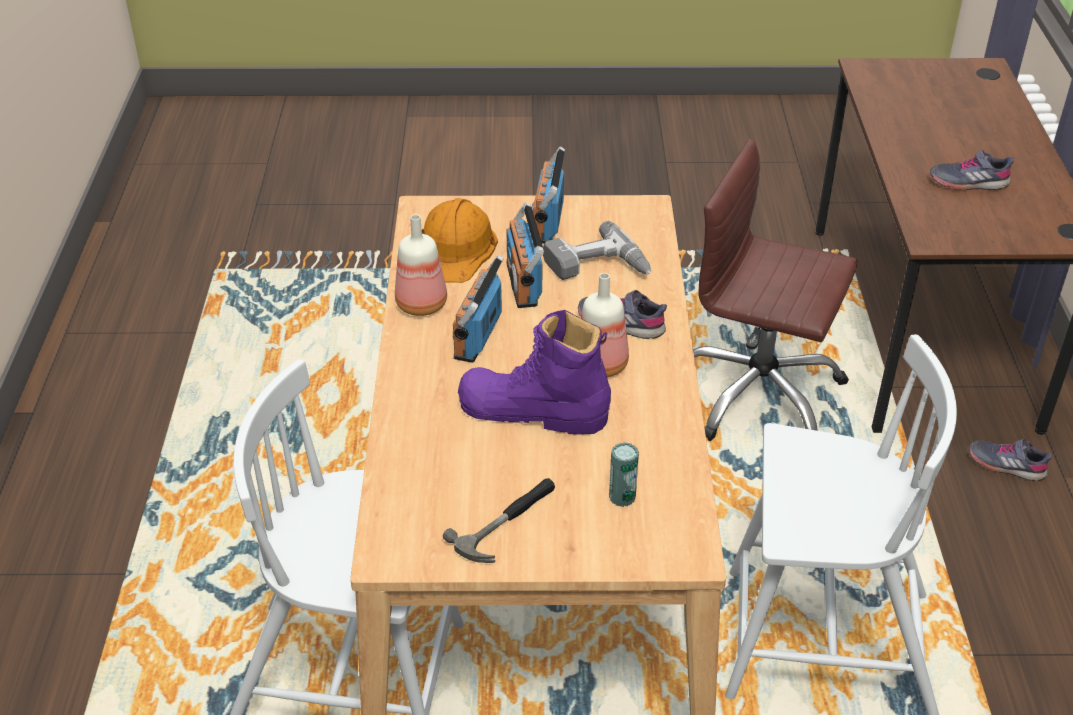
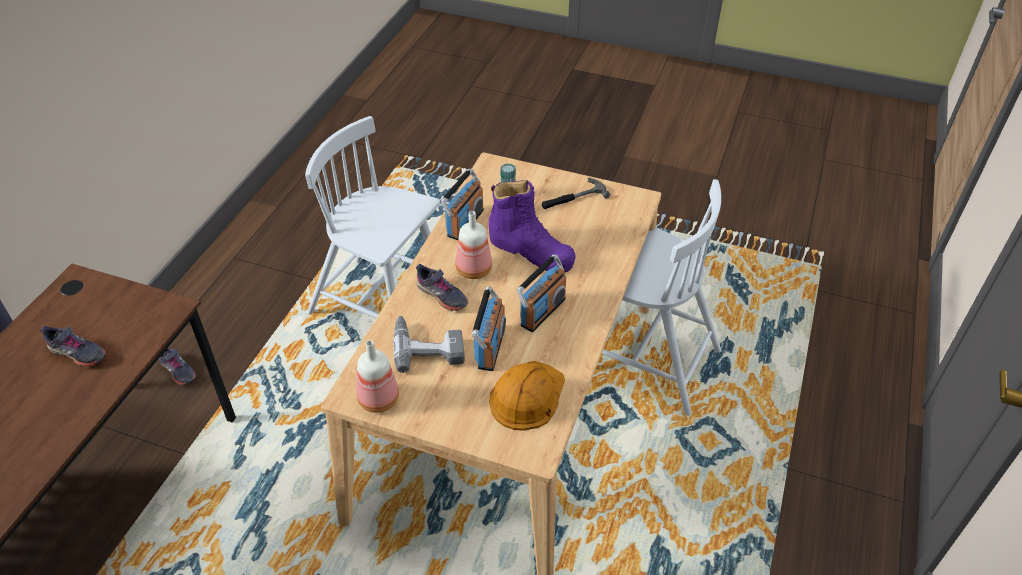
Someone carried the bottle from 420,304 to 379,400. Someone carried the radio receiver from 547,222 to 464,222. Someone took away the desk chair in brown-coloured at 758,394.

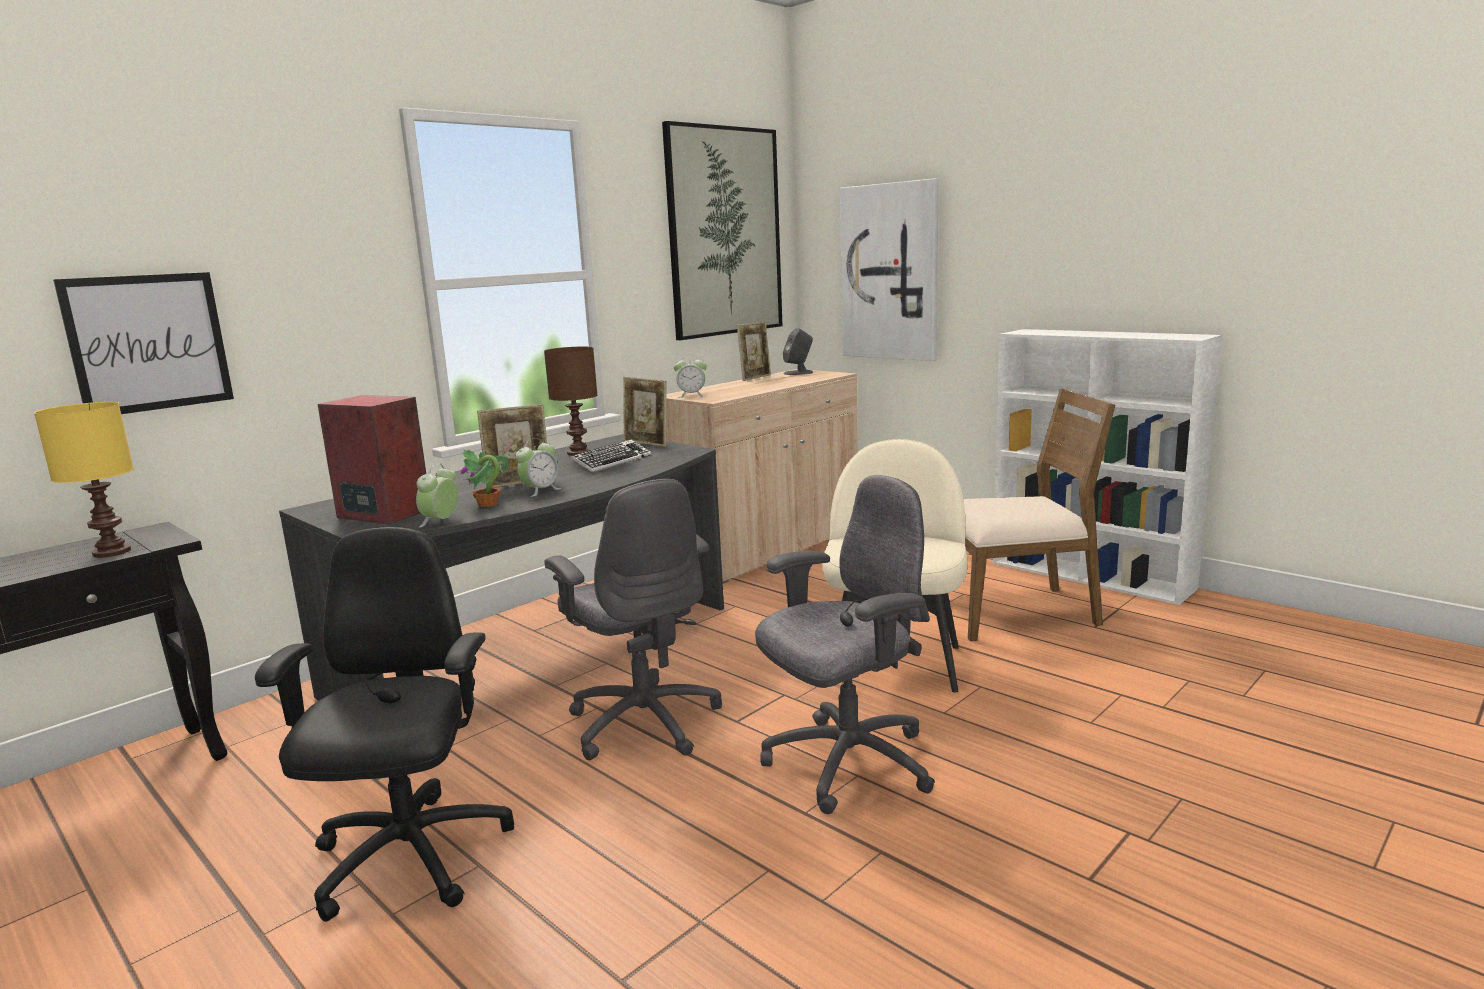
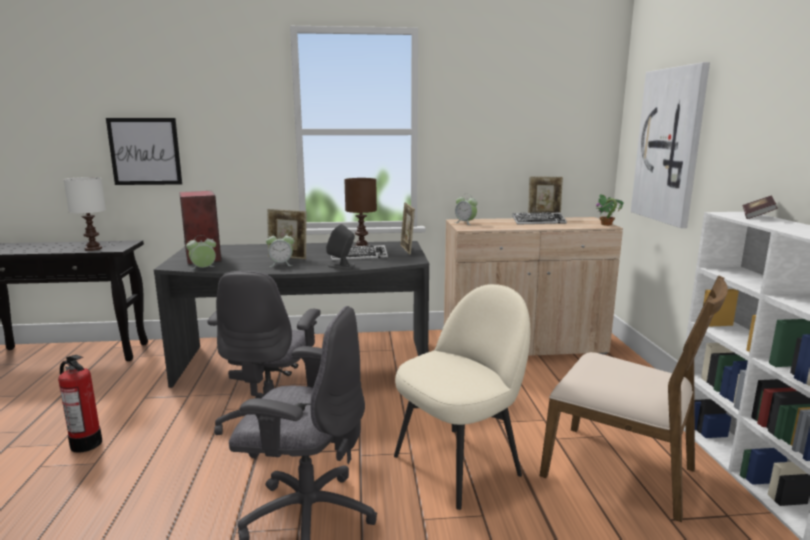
Someone repainted the table lamp in yellowish at 110,552, which became the table lamp in whitish at 93,248. Someone swapped the desk chair in blackish at 409,859 for the fire-fighting cylinder at 86,444. Someone carried the potted plant from 488,504 to 606,224. Someone took away the picture at 724,232. Someone carried the loudspeaker in grey from 798,373 to 341,266. Someone put down the PC keyboard at 538,222. Someone put down the book at 757,216.

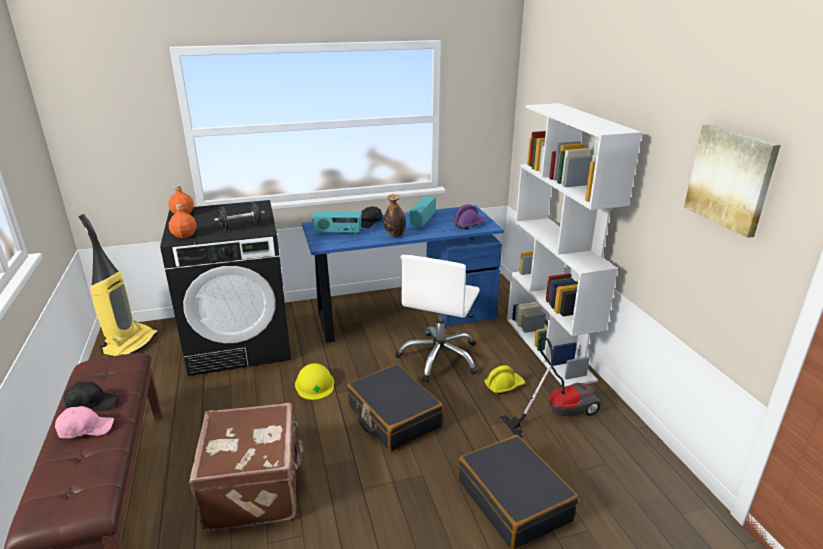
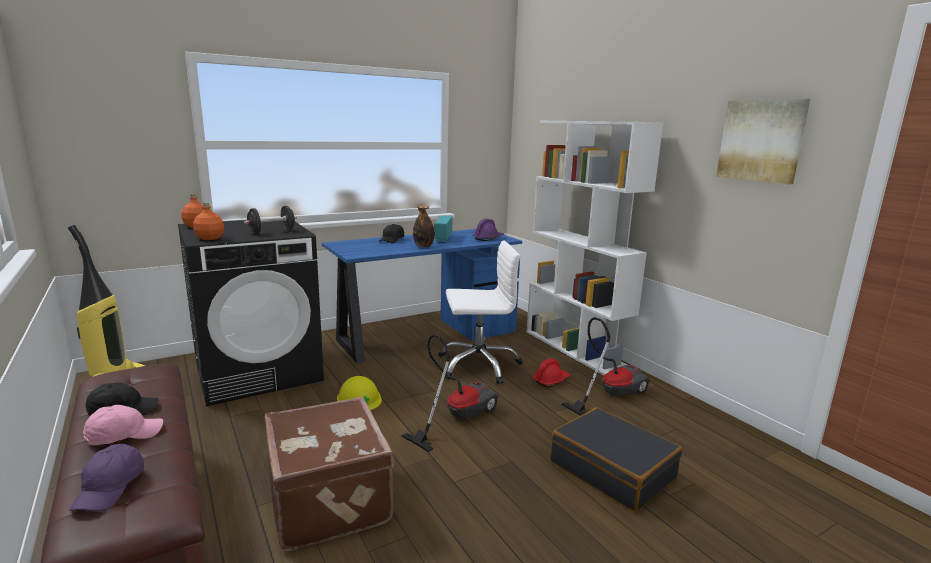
Someone took away the radio receiver at 338,233. Someone swapped the travel case in blackish at 393,417 for the vacuum at 456,416. Someone rotated the desk chair in whitish at 439,358 by 105 degrees counterclockwise. Someone repainted the hard hat in yellowish at 504,386, which became the hard hat in red at 551,380. Someone put down the cap in purple-coloured at 110,488.

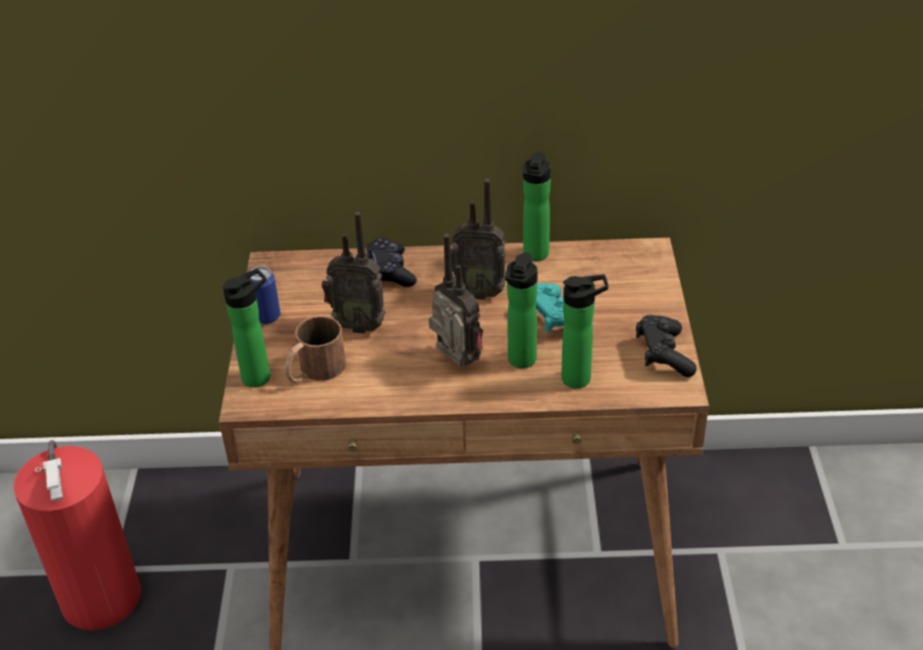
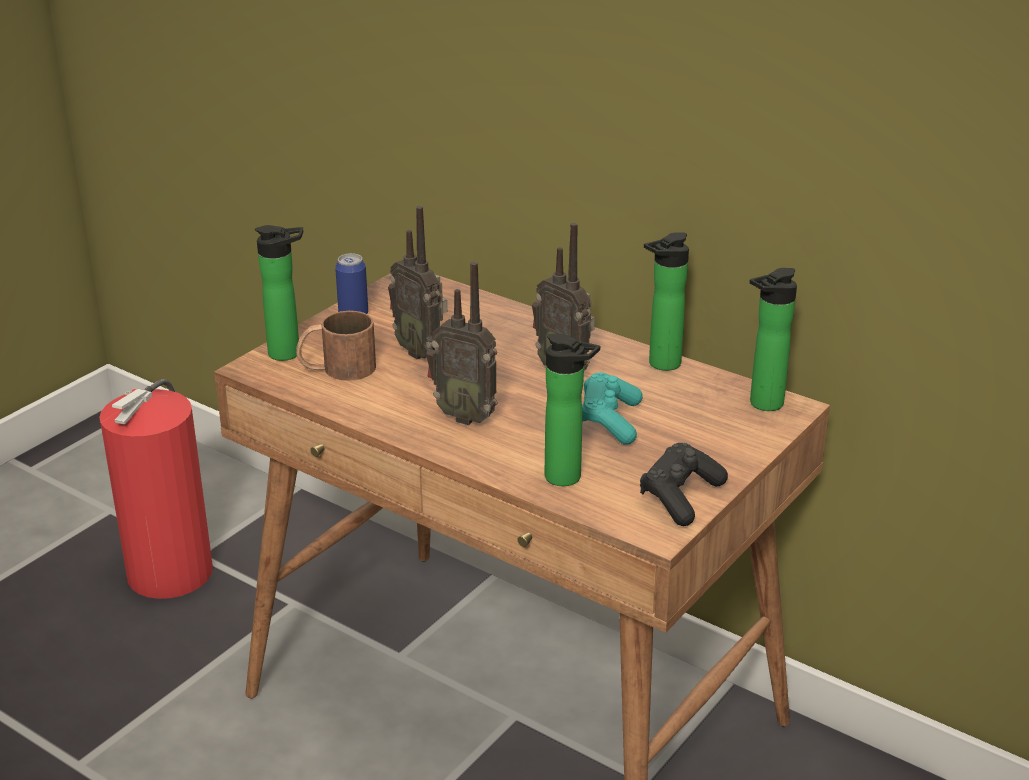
Someone took away the gamepad in blackish at 391,271. Someone rotated the radio receiver at 456,363 by 120 degrees clockwise. Someone carried the bottle from 520,362 to 762,404.

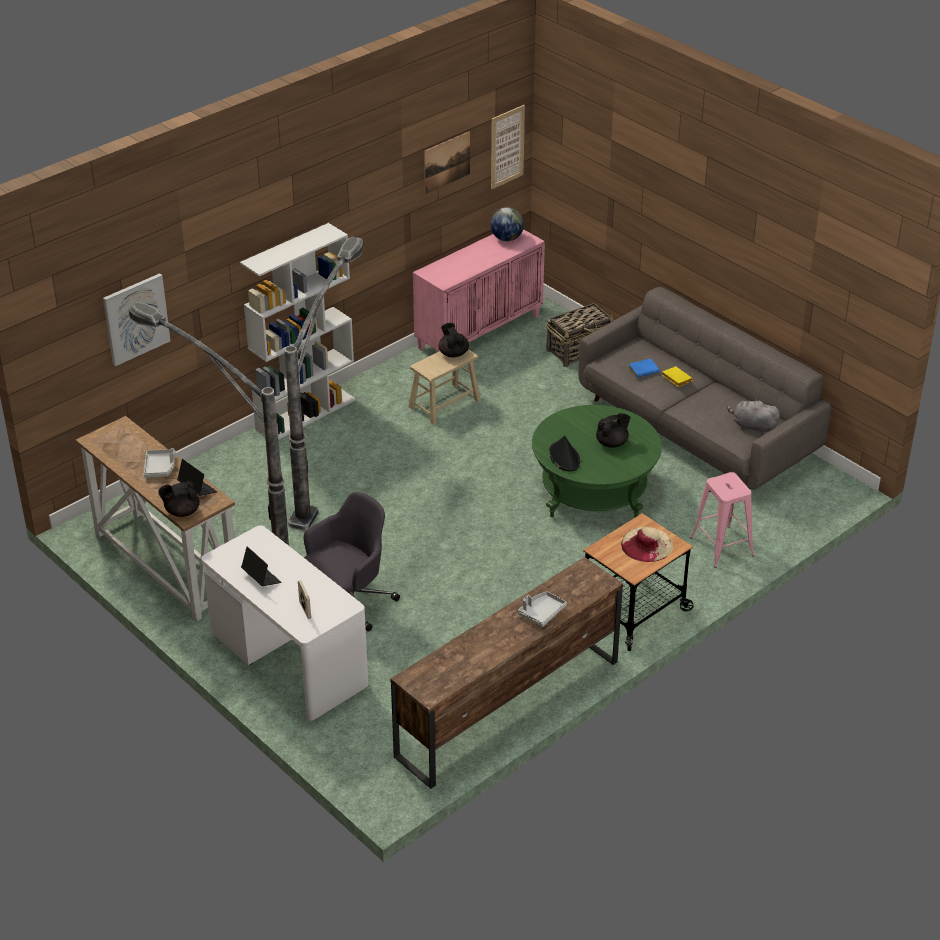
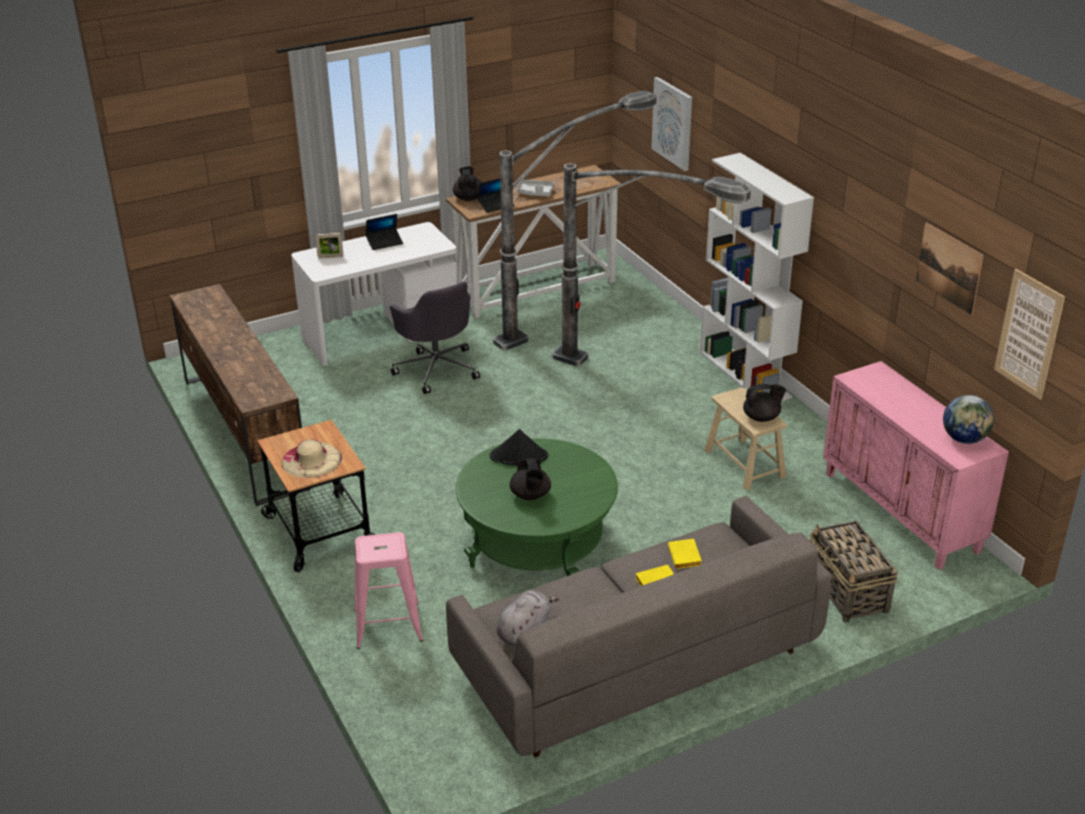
Someone took away the tray in grey at 541,612. Someone repainted the book in bluish at 644,370, which became the book in yellowish at 686,557.

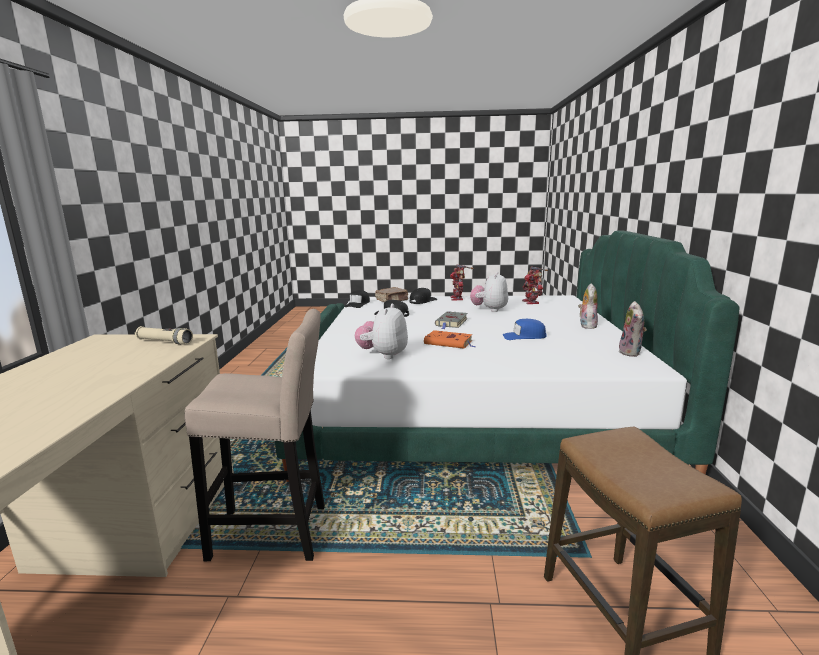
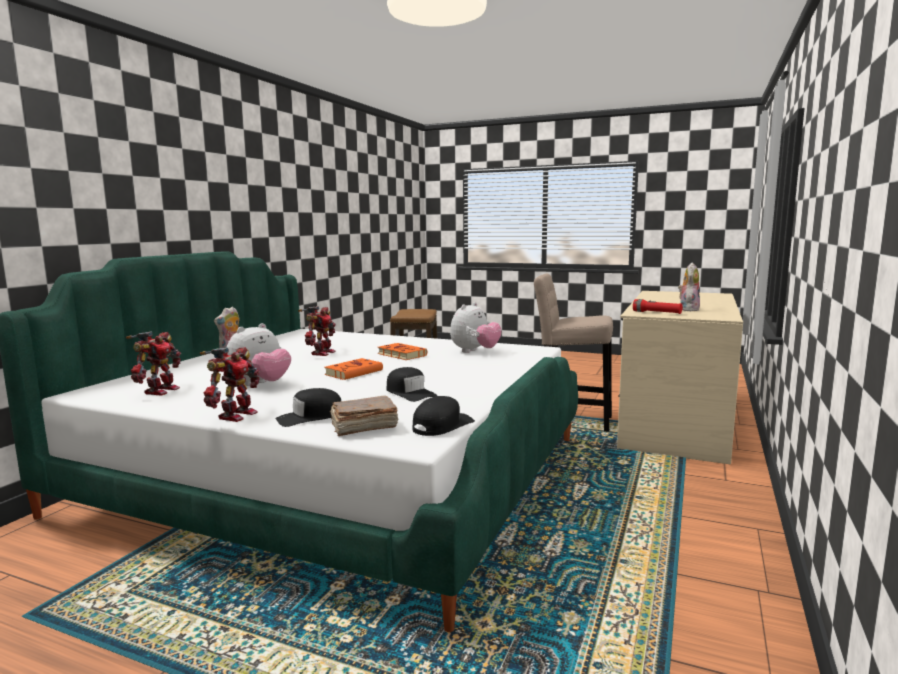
Someone repainted the hand torch in beige at 165,342, which became the hand torch in red at 656,313. Someone repainted the book in grey at 451,322, which became the book in orangey at 355,372. Someone swapped the cap in bluish at 524,336 for the toy robot at 321,353. Someone carried the plush toy from 631,353 to 688,309.

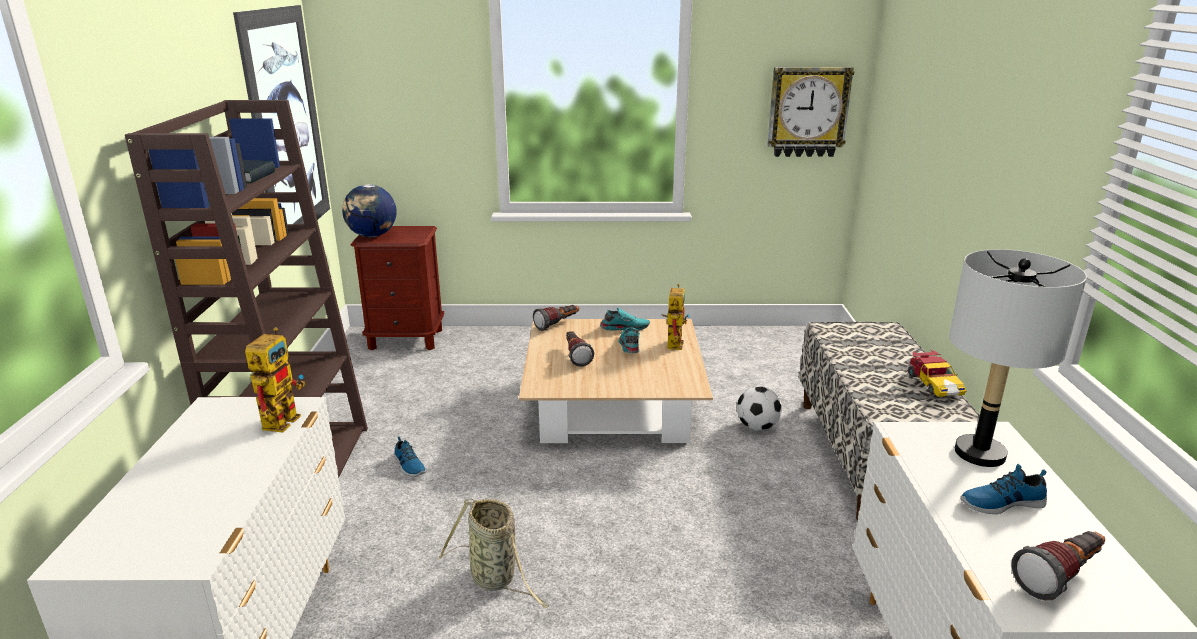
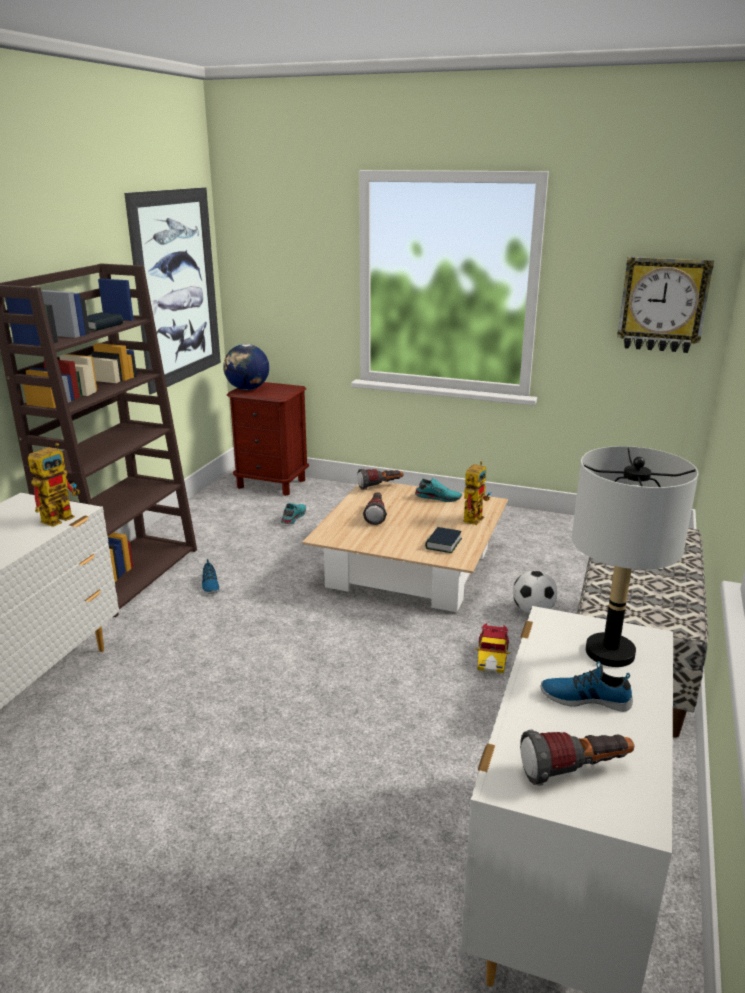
Someone took away the household basket at 496,579. Someone carried the shoe in turquoise from 629,345 to 293,517. Someone carried the toy car from 934,384 to 492,657. Someone put down the book at 443,544.

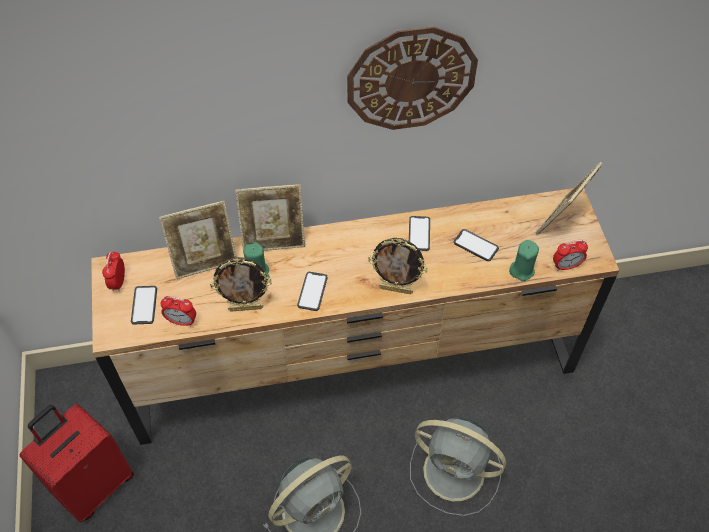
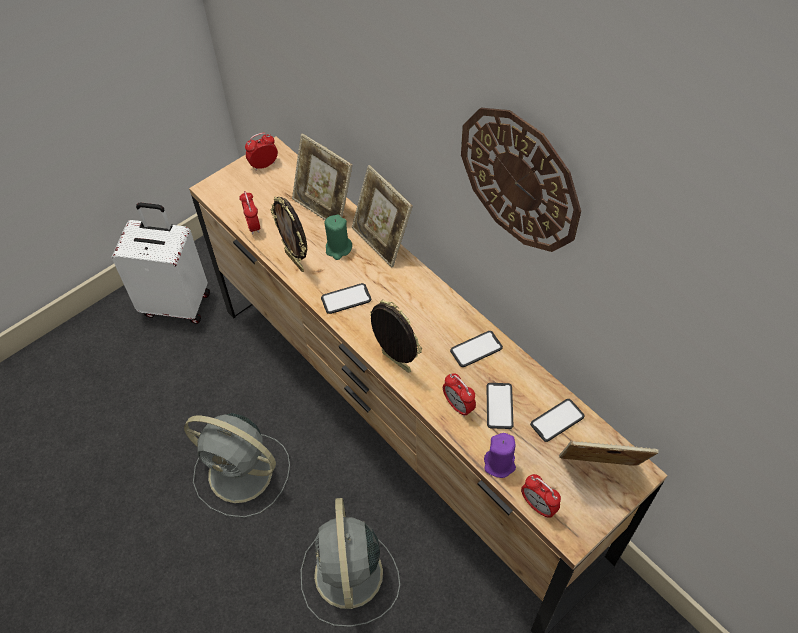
Someone repainted the travel case in red at 94,484, which became the travel case in whitish at 177,303. Someone carried the phone from 144,305 to 557,420. Someone rotated the photo frame at 396,289 by 150 degrees clockwise. Someone repainted the wax candle in green-coloured at 521,270, which became the wax candle in purple-coloured at 499,464. Someone put down the bedside clock at 458,406.

